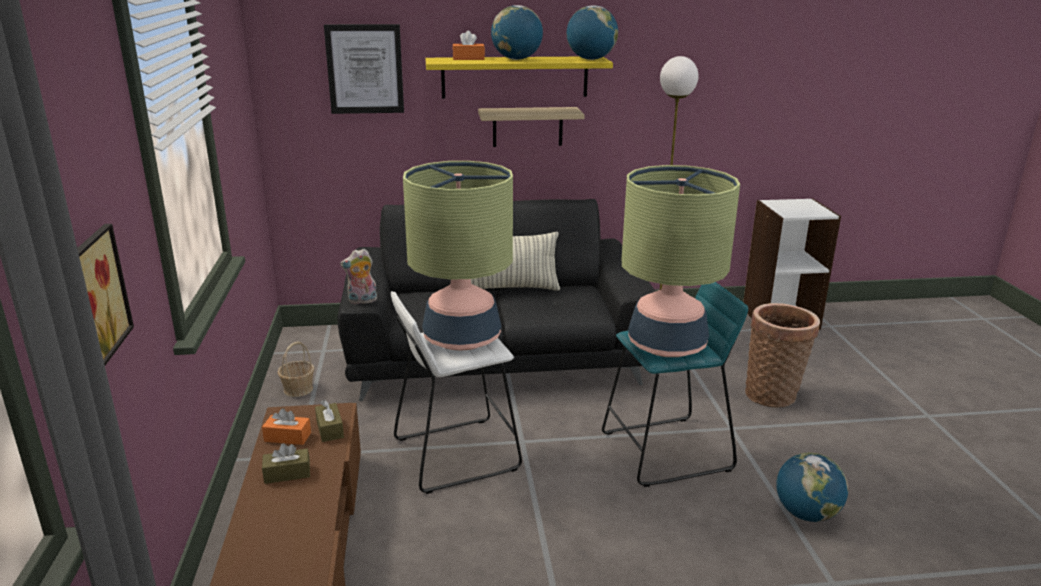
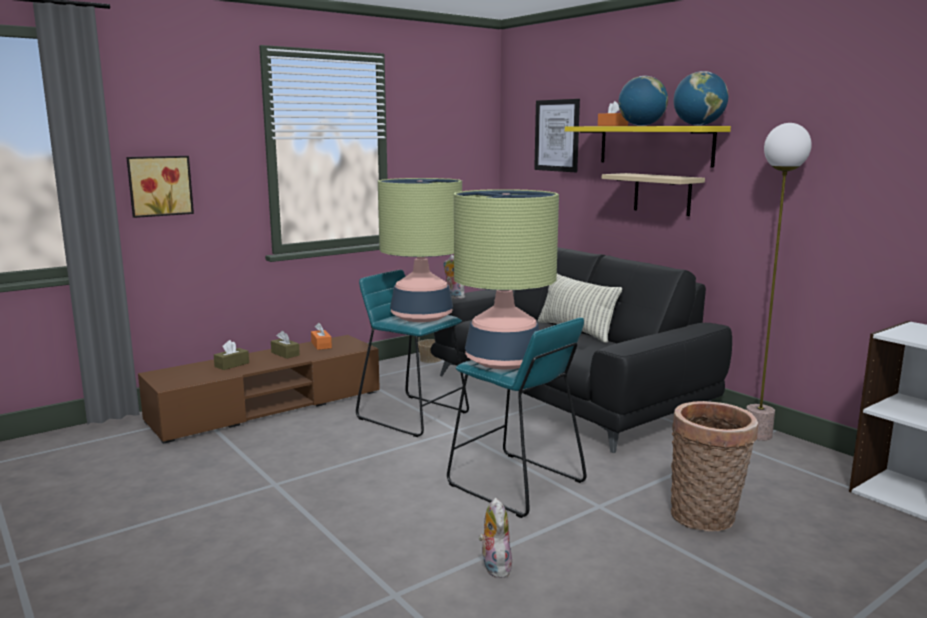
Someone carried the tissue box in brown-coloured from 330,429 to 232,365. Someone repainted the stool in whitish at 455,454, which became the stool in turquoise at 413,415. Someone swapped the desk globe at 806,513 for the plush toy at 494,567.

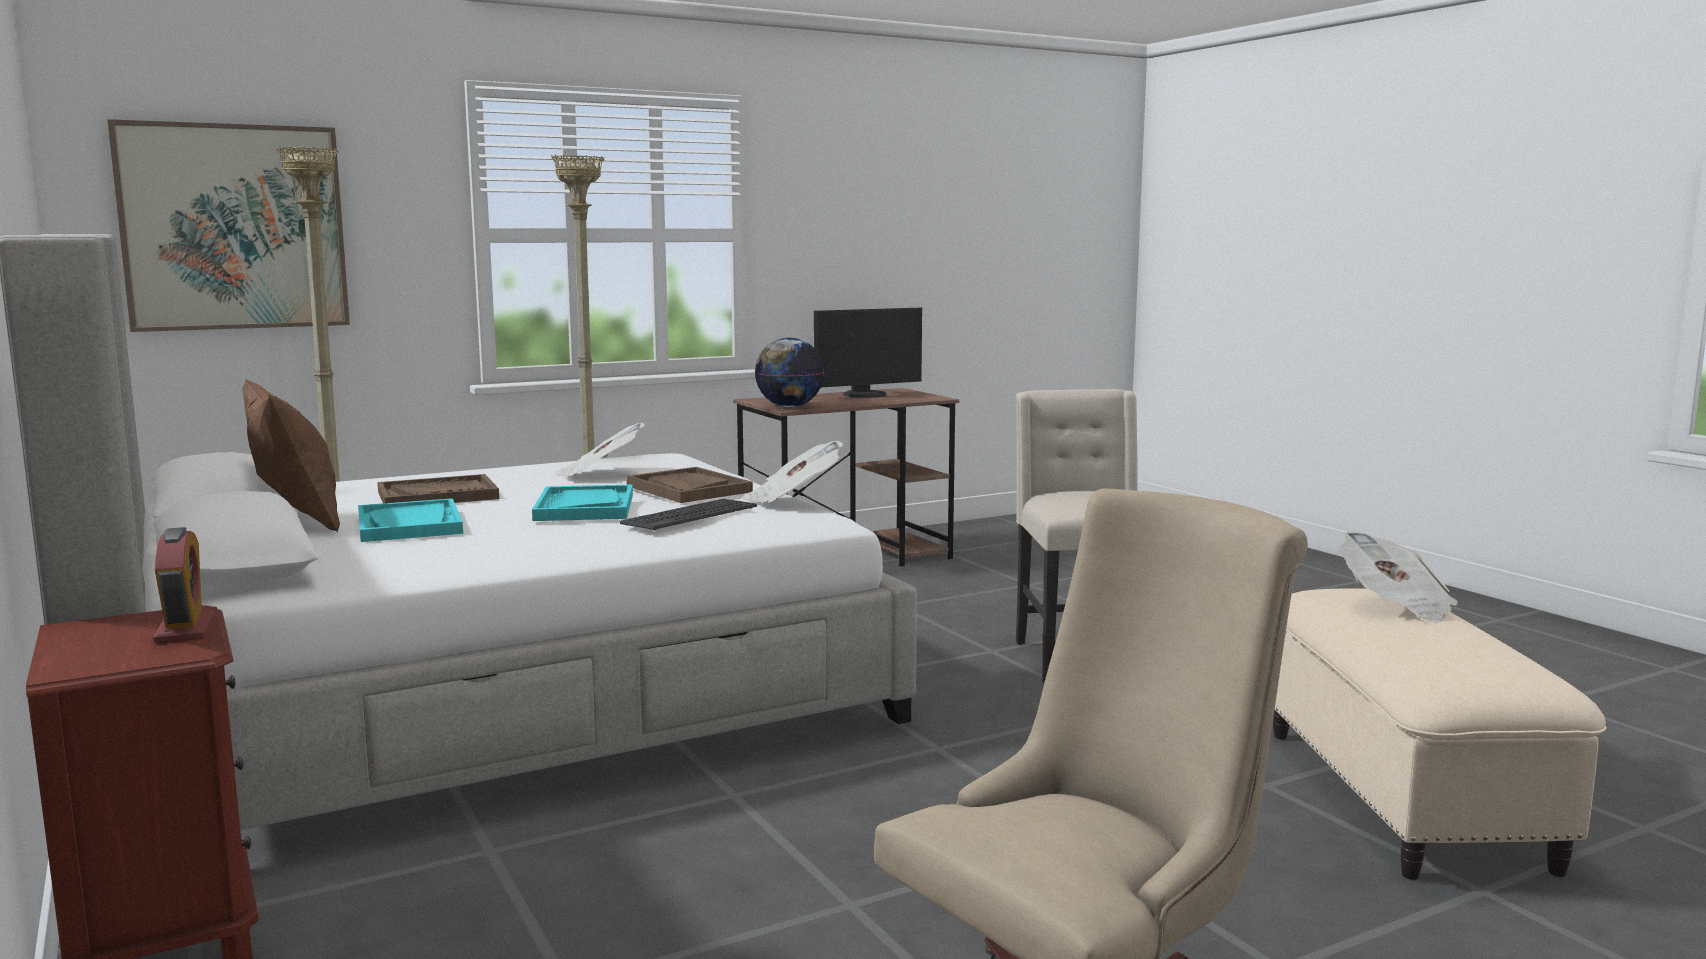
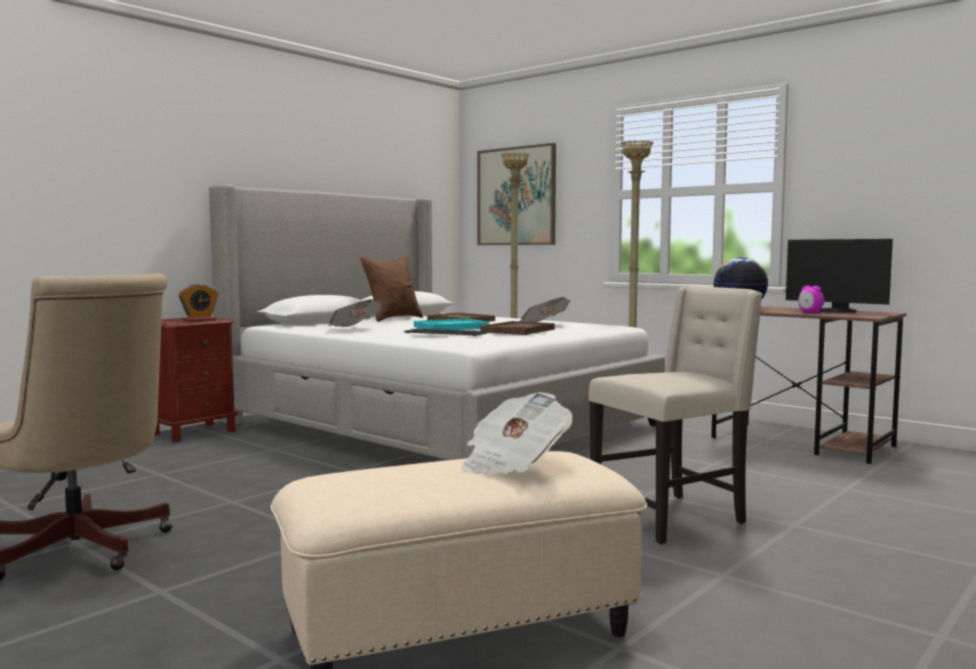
Someone took away the tray in turquoise at 409,525. Someone carried the newspaper from 793,499 to 355,329. Someone put down the bedside clock at 810,313.

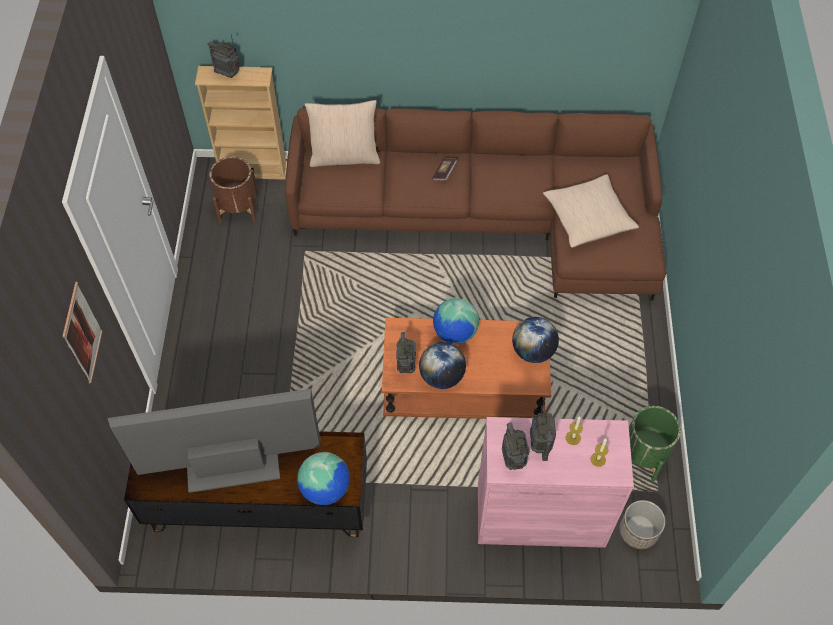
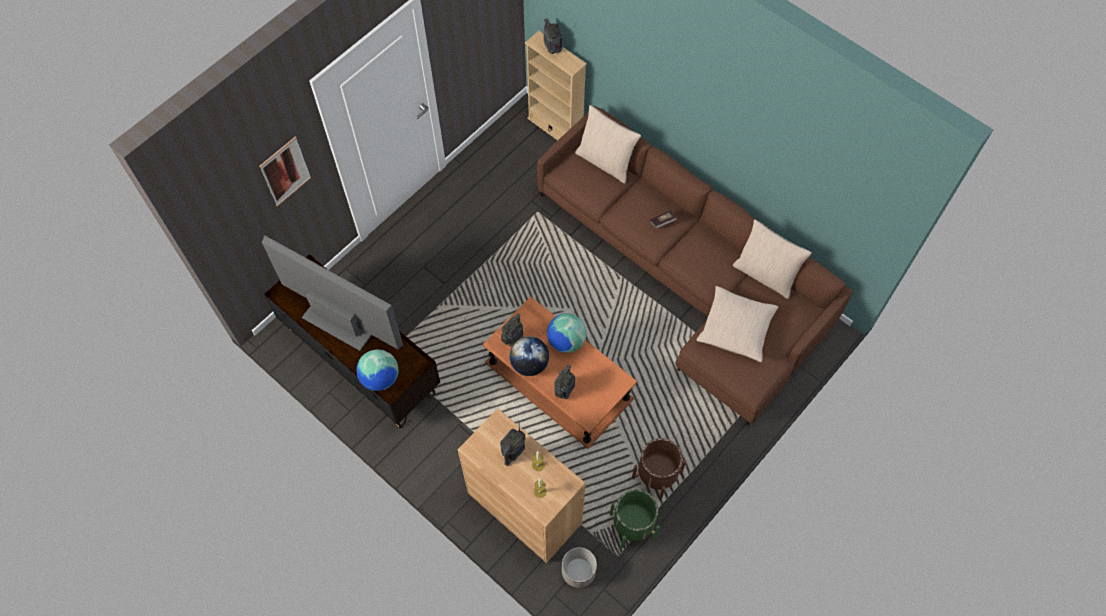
Someone carried the flower pot in brown-coloured from 238,207 to 656,475. Someone repainted the cabinet in pink-coloured at 540,515, which became the cabinet in brown-coloured at 524,508. Someone carried the radio receiver from 513,460 to 564,391. Someone took away the desk globe at 533,351. Someone put down the cushion in beige at 765,274.

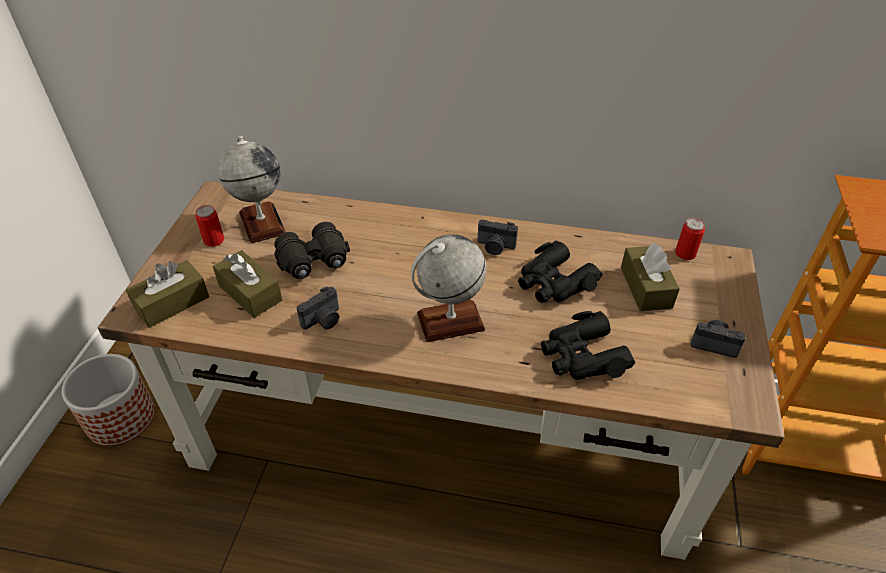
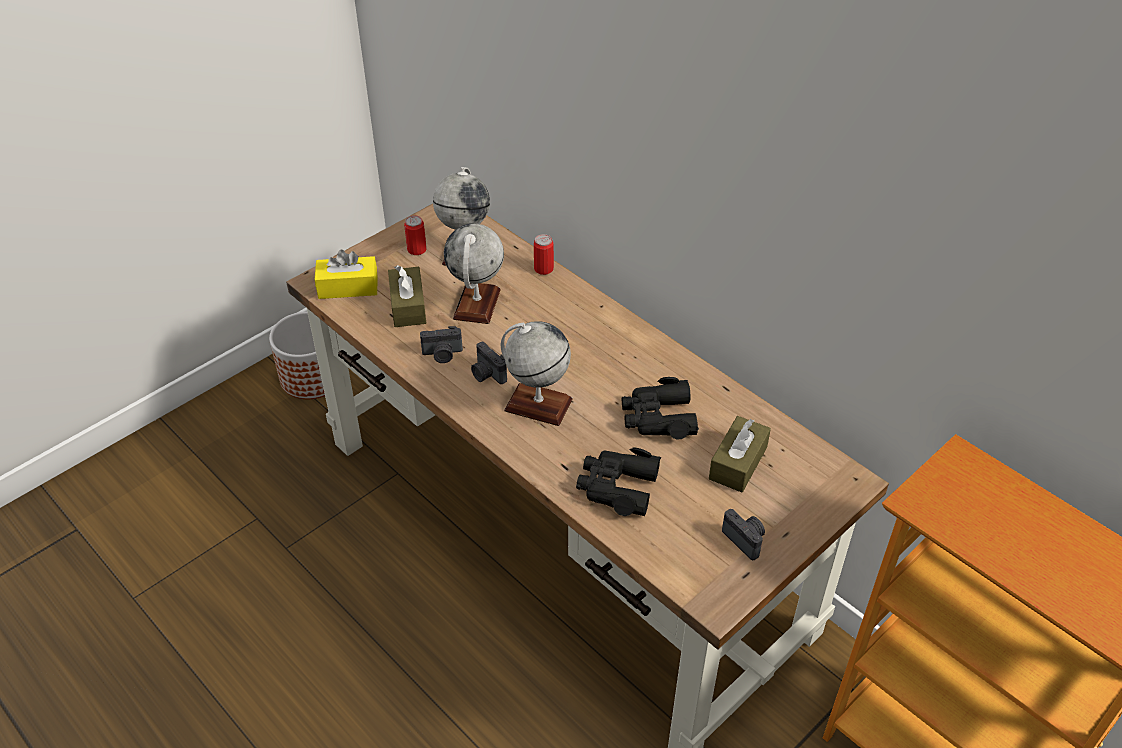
Someone repainted the tissue box in brown-coloured at 172,303, which became the tissue box in yellowish at 348,287. Someone swapped the binoculars in blackish at 315,262 for the desk globe at 477,304. Someone carried the still camera from 495,247 to 487,374. Someone carried the metal can from 685,253 to 543,269.

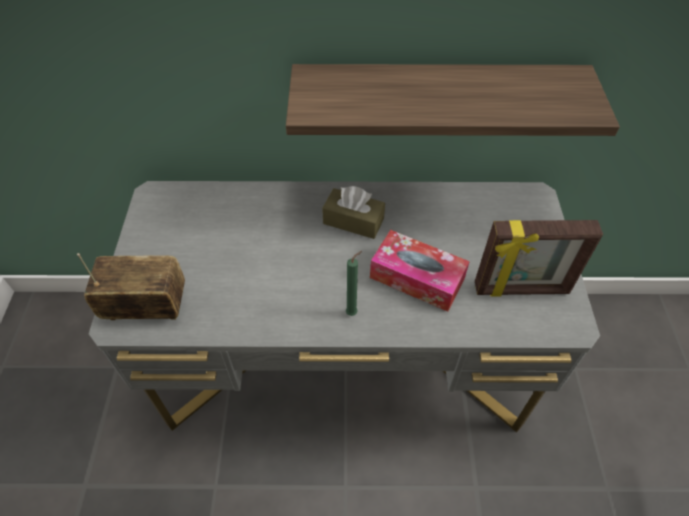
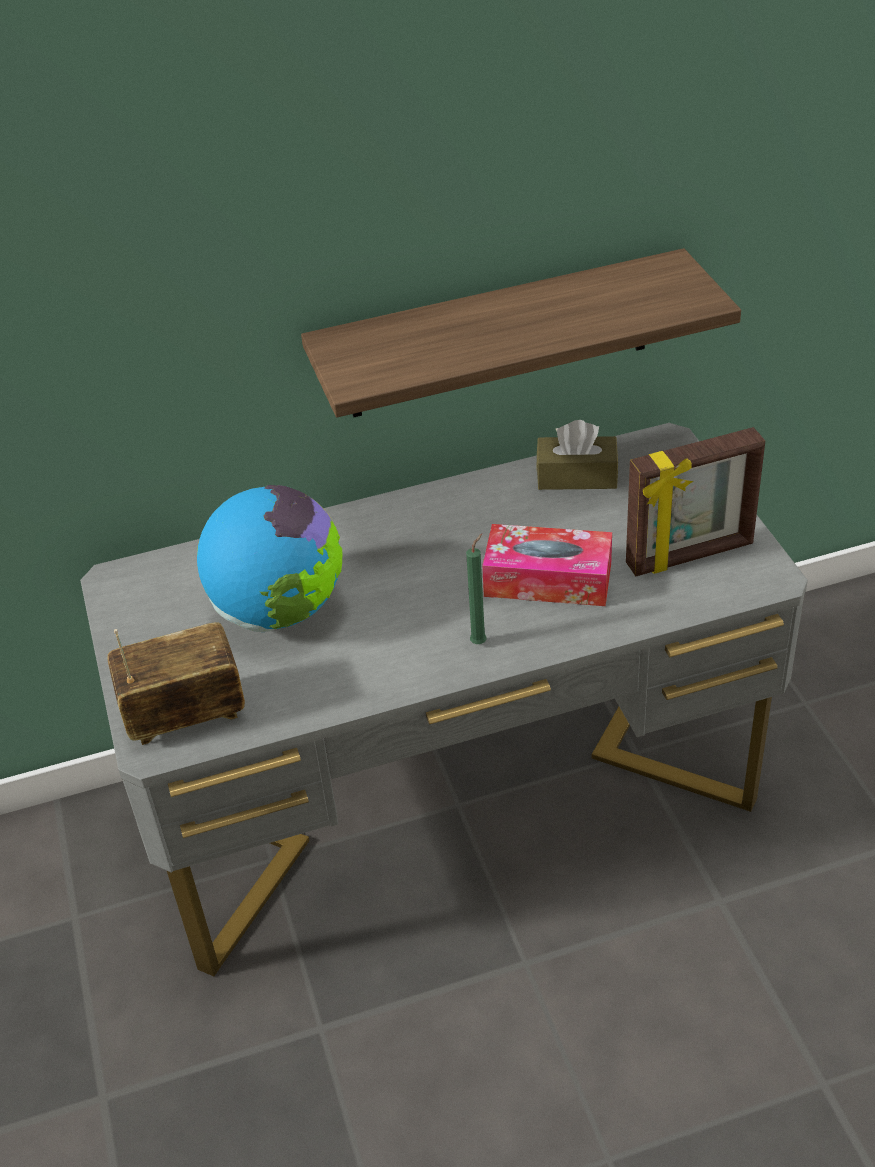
Someone carried the tissue box in brown-coloured from 353,221 to 577,476. Someone put down the desk globe at 279,611.

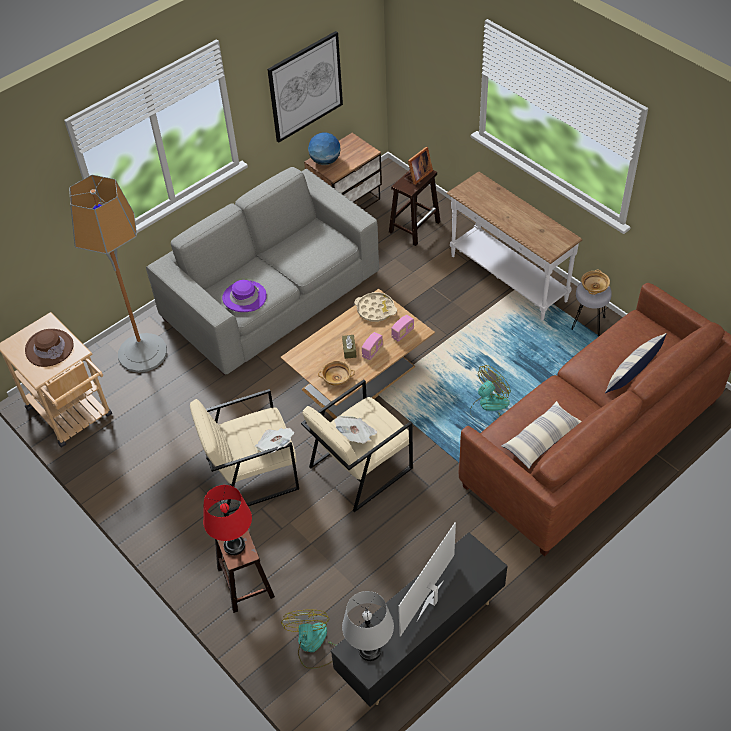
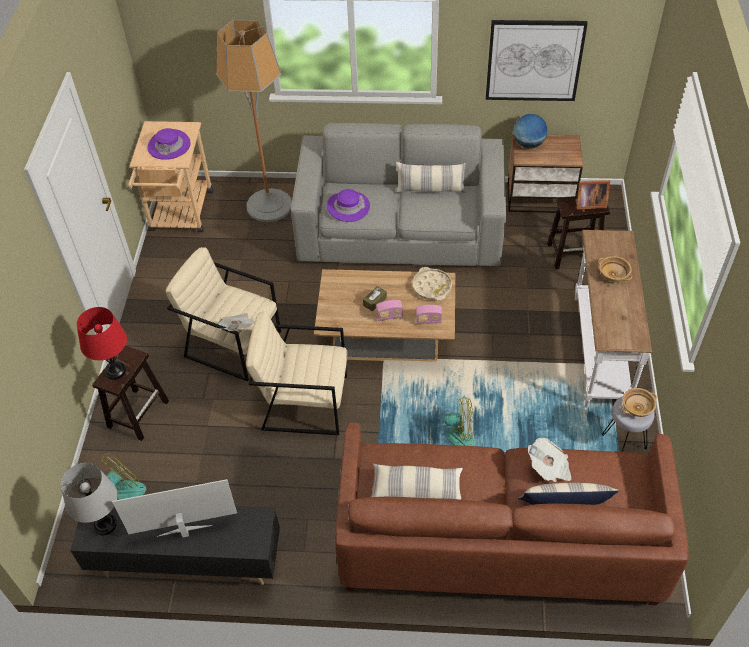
Someone repainted the hat in brown-coloured at 49,348, which became the hat in purple-coloured at 169,145. Someone carried the serving bowl in beige from 337,378 to 613,274. Someone carried the newspaper from 356,435 to 549,468. Someone put down the cushion at 430,189.

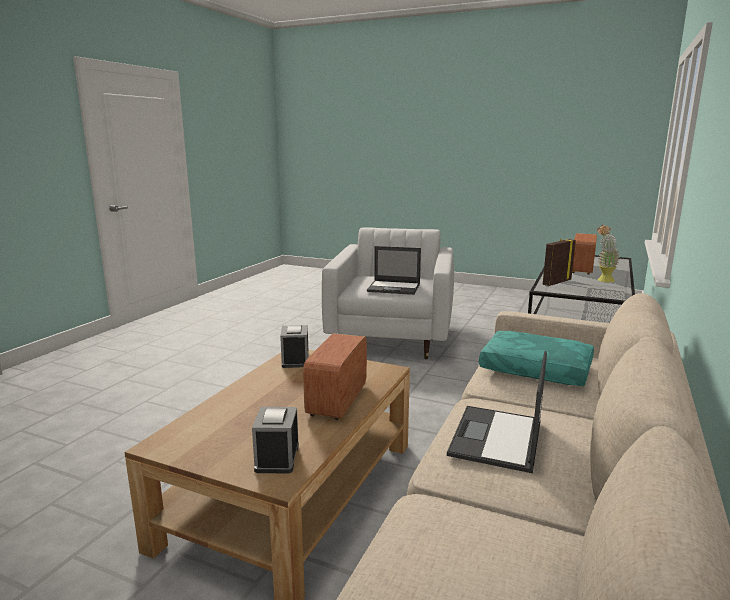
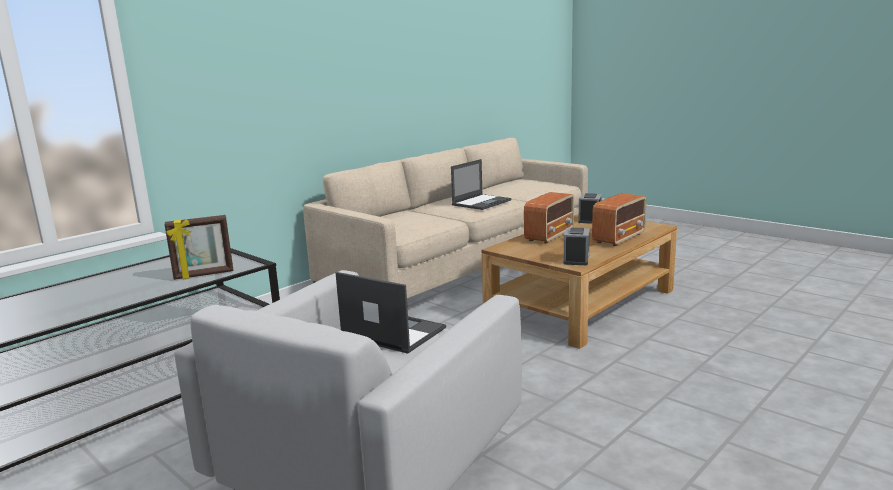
Someone took away the cushion in turquoise at 534,370. Someone carried the radio receiver from 581,269 to 619,238. Someone took away the potted plant at 603,281.

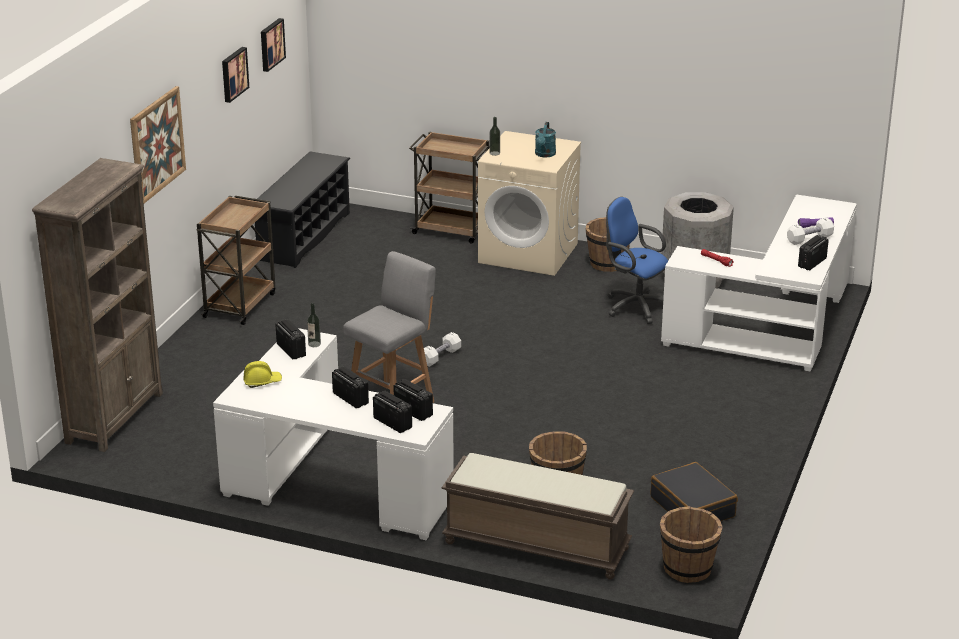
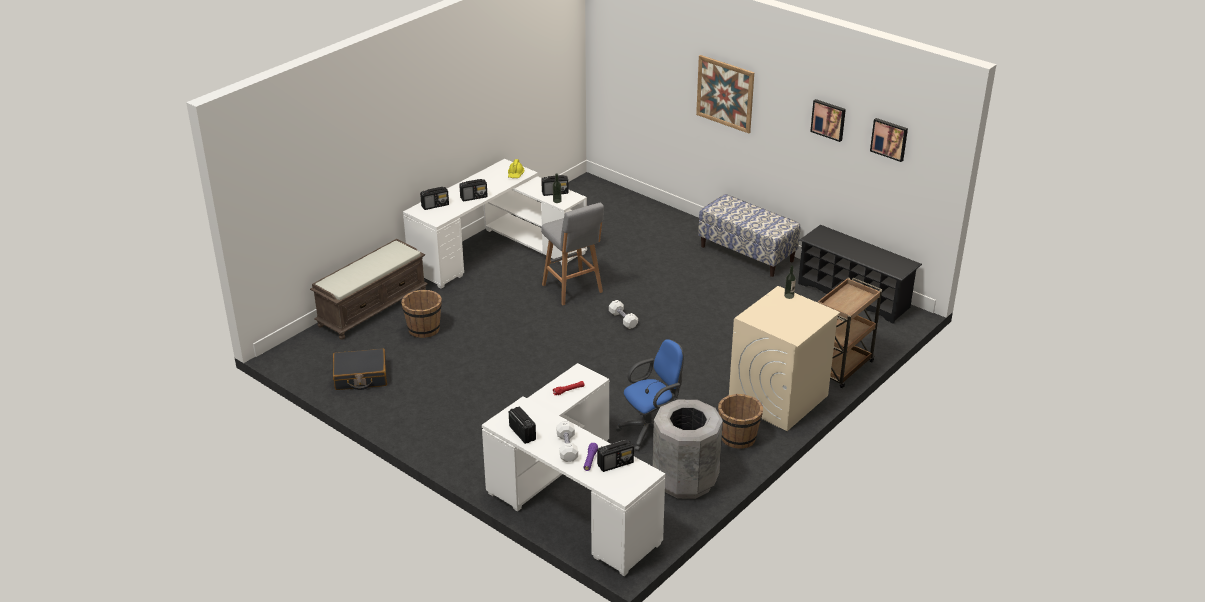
Someone took away the shelving unit in brown-coloured at 115,417. Someone swapped the cart in brown-coloured at 240,304 for the long seat at 747,253. Someone carried the radio receiver from 413,411 to 615,463. Someone took away the sprinkling can in turquoise at 544,155. Someone took away the pail in brown-coloured at 688,569.

